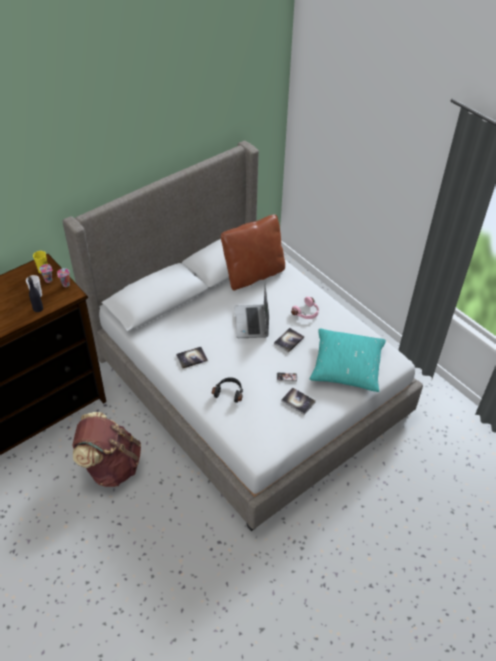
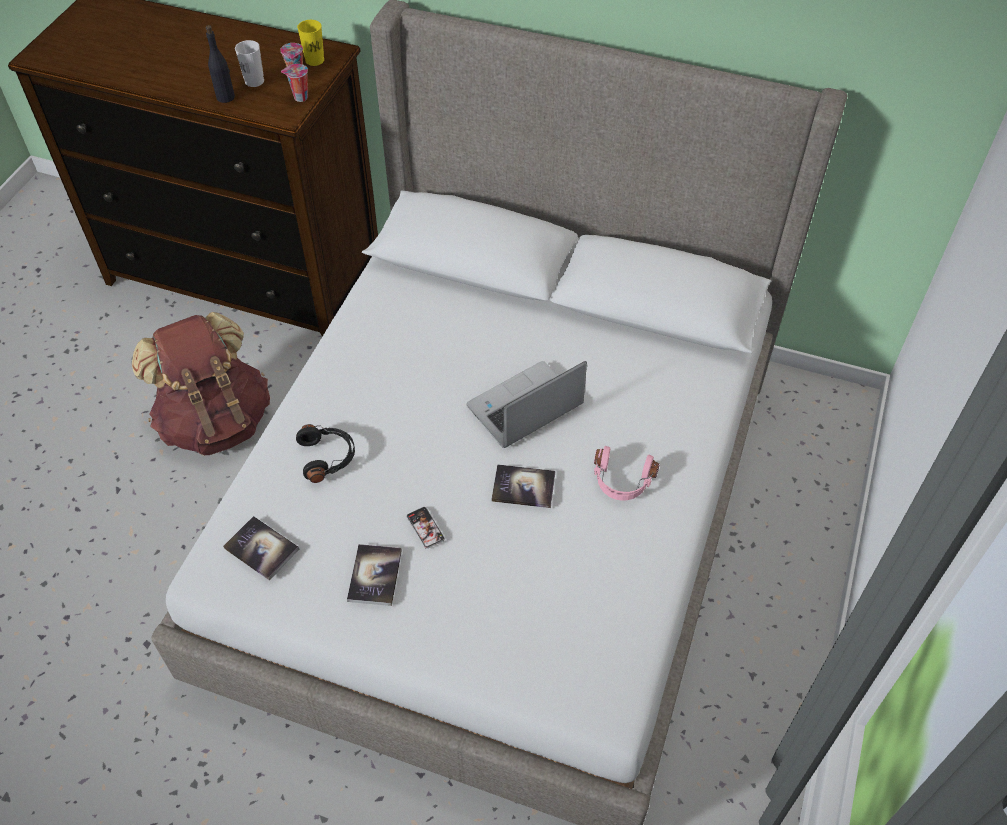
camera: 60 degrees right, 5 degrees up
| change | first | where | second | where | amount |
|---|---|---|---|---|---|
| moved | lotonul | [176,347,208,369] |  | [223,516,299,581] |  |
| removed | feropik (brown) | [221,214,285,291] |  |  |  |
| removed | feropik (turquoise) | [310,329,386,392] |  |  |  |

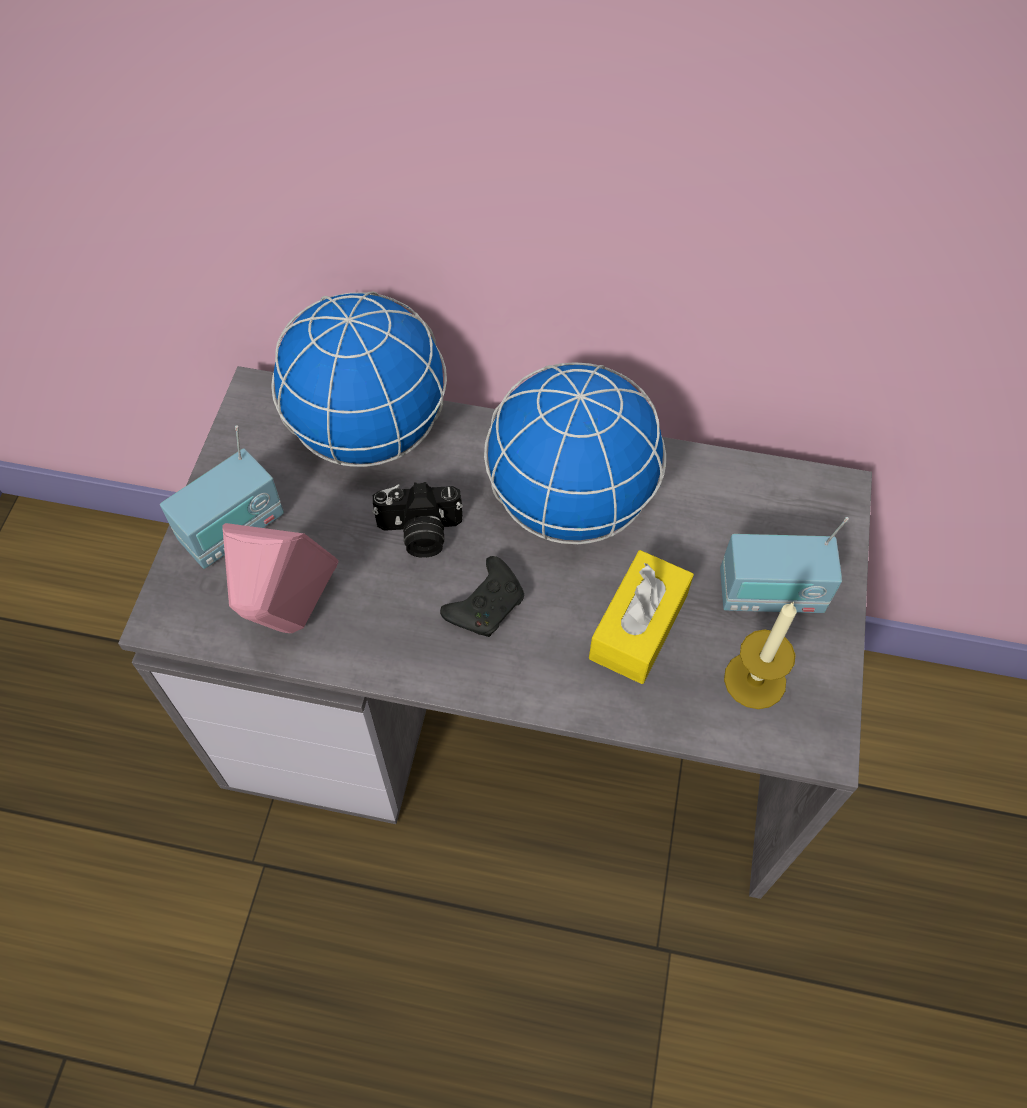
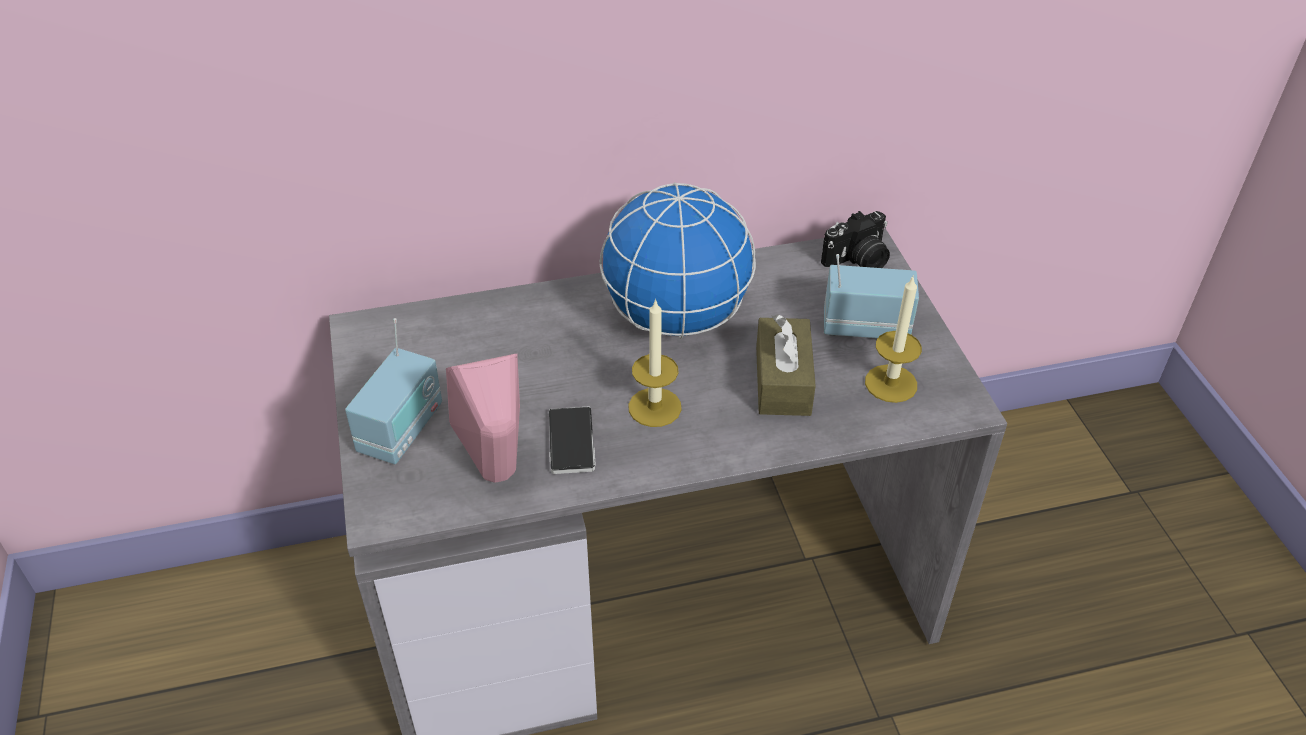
camera: 25 degrees left, 15 degrees down
| change | first | where | second | where | amount |
|---|---|---|---|---|---|
| added |  |  | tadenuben | [549,407,596,474] |  |
| replaced | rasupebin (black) | [440,556,524,637] | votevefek | [628,299,682,427] |  |
| recoloured | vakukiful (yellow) | [589,550,694,684] | vakukiful (brown) | [756,314,816,416] |  |
| moved | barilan | [372,482,463,558] |  | [821,211,890,268] |  |
| turned | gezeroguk | [720,517,849,613] |  | [824,254,919,338] | 150 degrees counterclockwise |
| removed | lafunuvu | [271,291,447,467] |  |  |  |

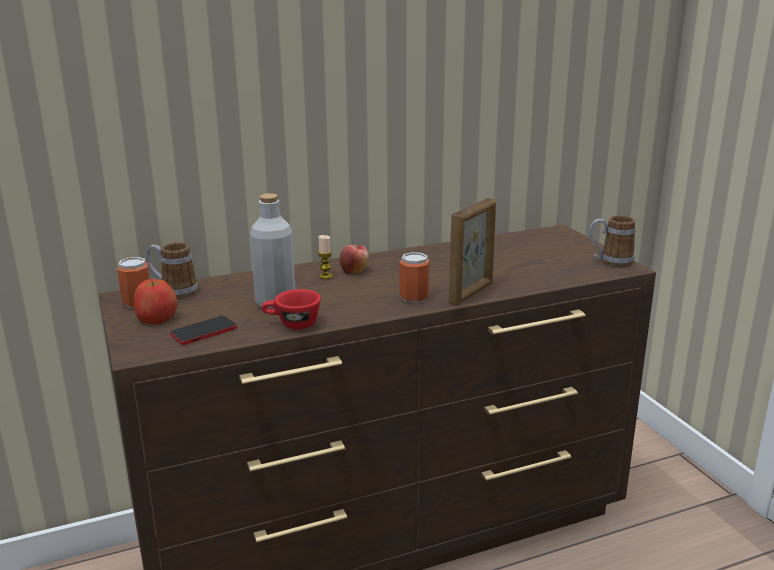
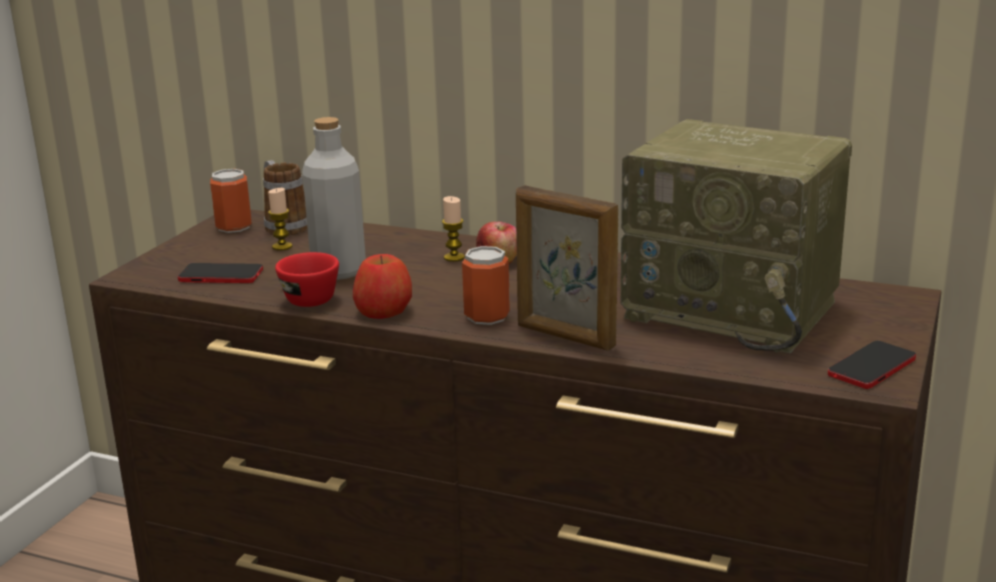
camera: 45 degrees right, 0 degrees up
| change | first | where | second | where | amount |
|---|---|---|---|---|---|
| added |  |  | votevefek | [268,188,292,251] |  |
| moved | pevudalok | [134,279,178,324] |  | [353,254,412,319] |  |
| turned | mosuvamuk | [449,198,496,305] |  | [516,185,618,351] | 45 degrees clockwise |
| added |  |  | gezeroguk | [621,119,852,353] |  |
| replaced | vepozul | [589,215,636,267] | tadenuben | [828,341,916,389] |  |

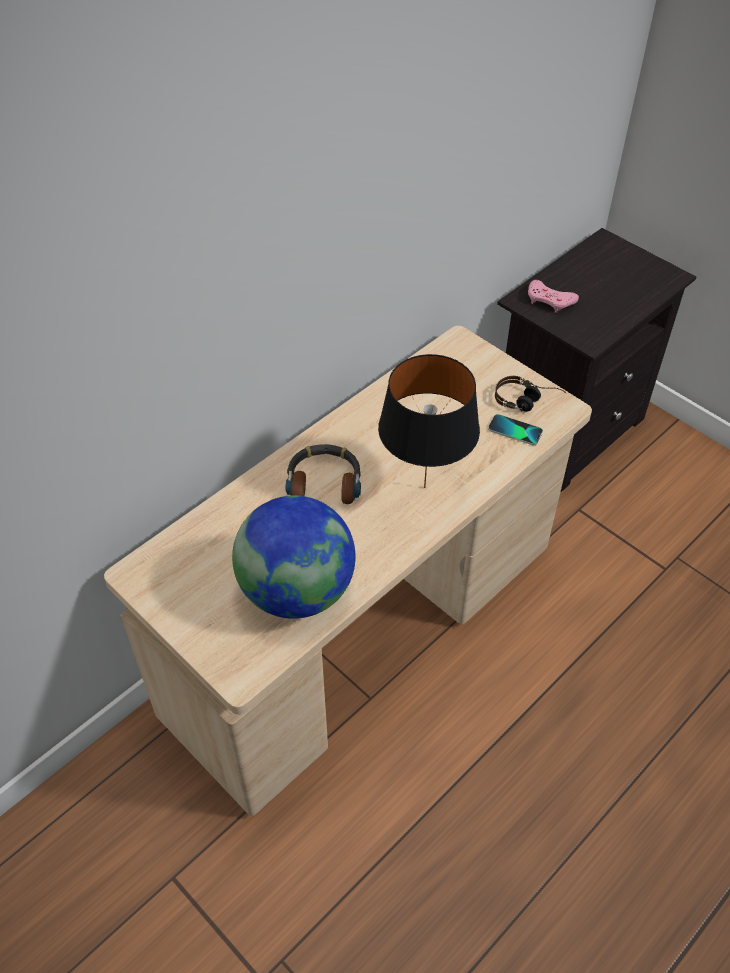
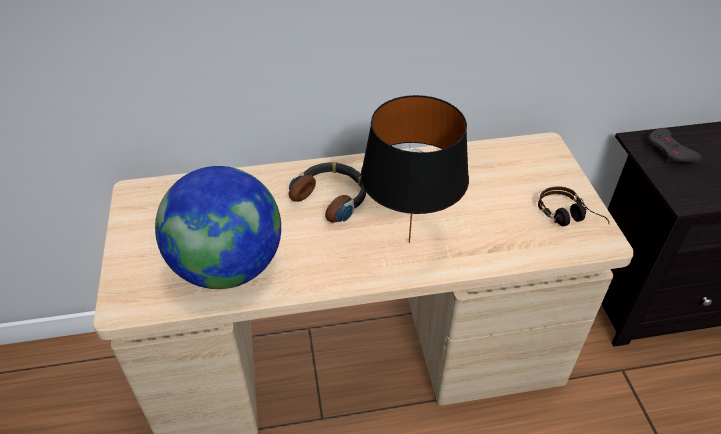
camera: 35 degrees right, 5 degrees down
| change | first | where | second | where | amount |
|---|---|---|---|---|---|
| recoloured | rasupebin (pink) | [528,280,579,313] | rasupebin (grey) | [648,128,701,163] |  |
| removed | tadenuben | [488,414,543,445] |  |  |  |

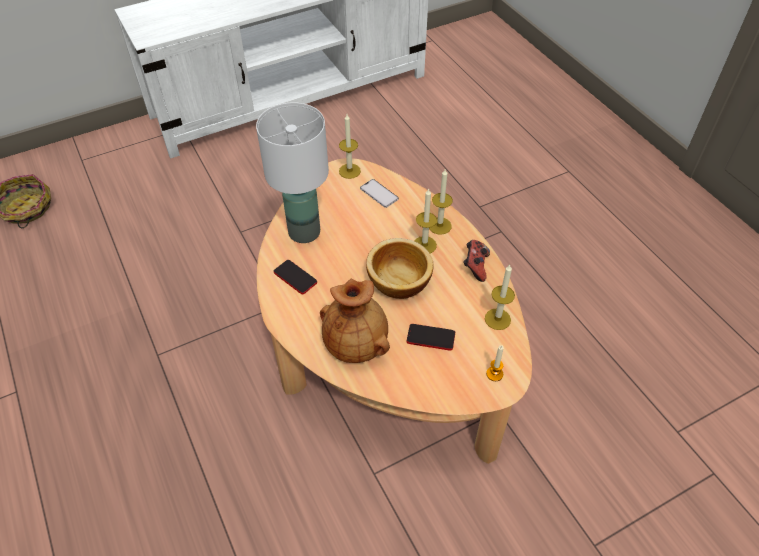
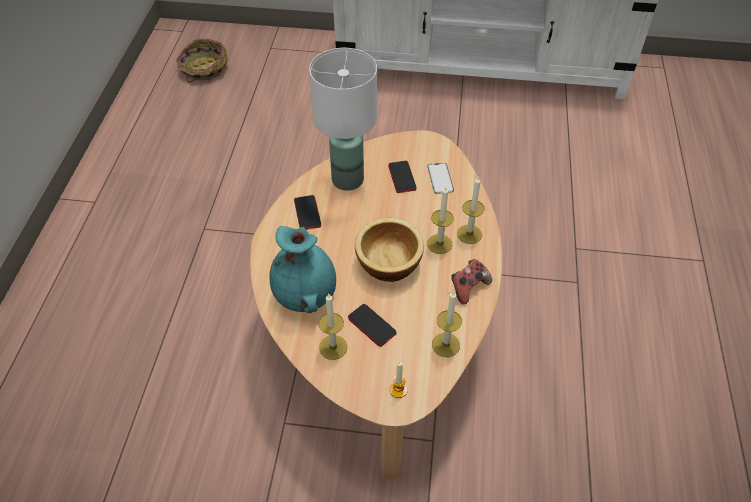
camera: 35 degrees right, 0 degrees up
| change | first | where | second | where | amount |
|---|---|---|---|---|---|
| recoloured | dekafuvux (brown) | [320,279,390,363] | dekafuvux (turquoise) | [269,226,336,313] |  |
| moved | votevefek | [339,114,361,179] |  | [318,293,347,360] |  |
| added |  |  | tadenuben | [388,161,416,193] |  |

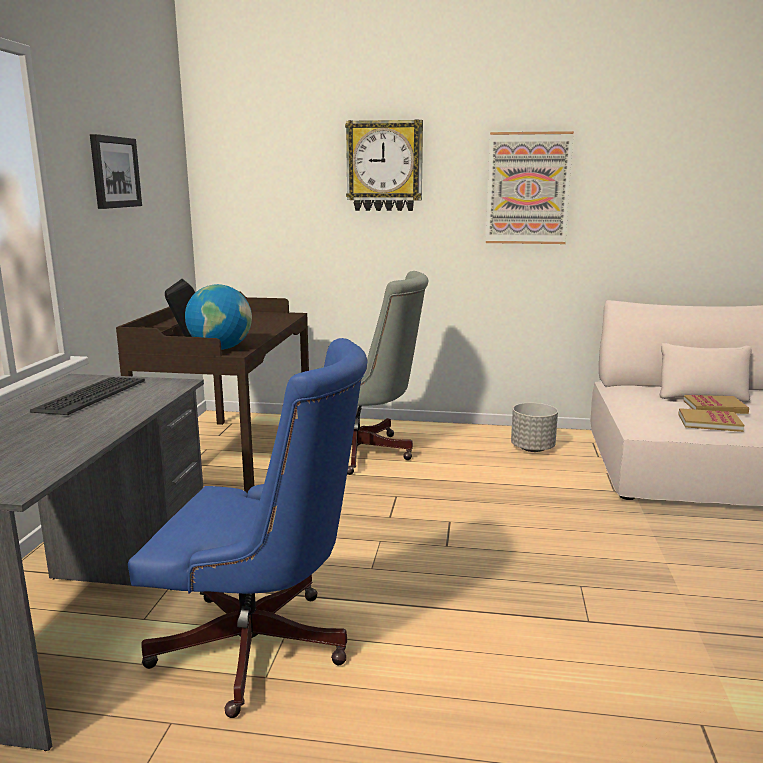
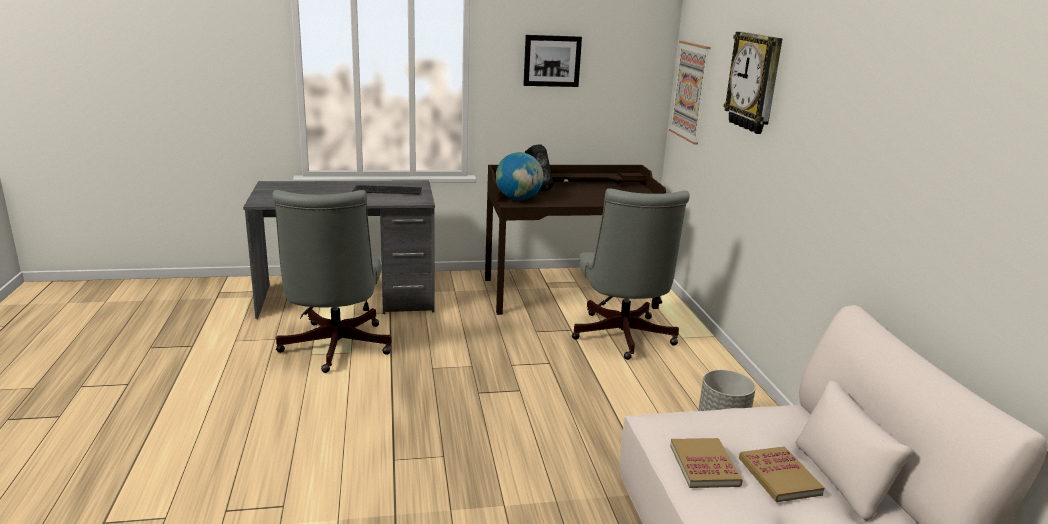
camera: 70 degrees right, 5 degrees up
| change | first | where | second | where | amount |
|---|---|---|---|---|---|
| recoloured | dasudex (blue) | [128,338,367,718] | dasudex (grey) | [272,190,392,373] |  |
| moved | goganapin | [485,131,574,244] |  | [669,41,711,144] |  |

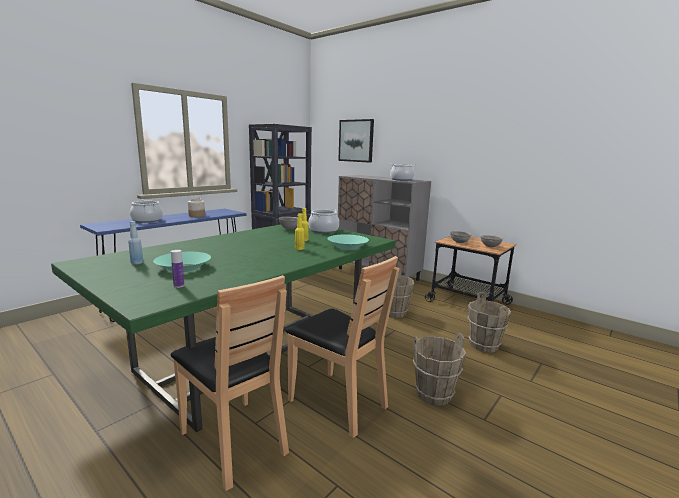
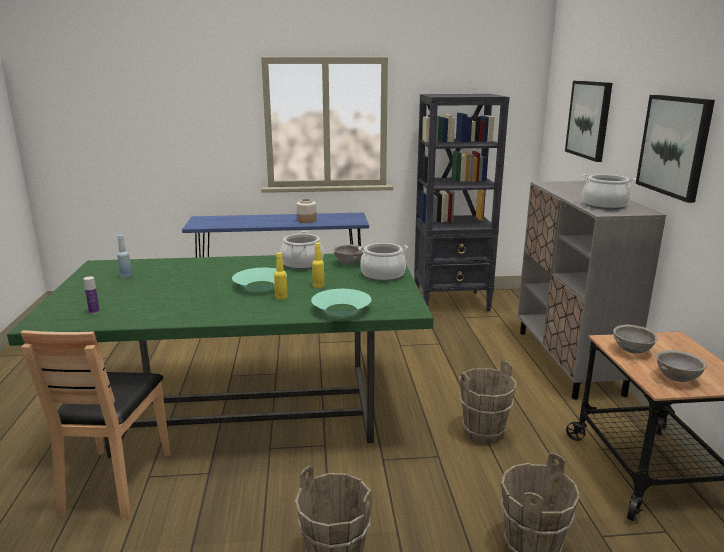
camera: 45 degrees right, 5 degrees up
| change | first | where | second | where | amount |
|---|---|---|---|---|---|
| moved | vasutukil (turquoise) | [153,252,211,272] |  | [232,268,287,291] |  |
| moved | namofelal | [130,200,163,223] |  | [280,231,324,270] |  |
| added |  |  | goganapin | [636,95,715,203] |  |
| removed | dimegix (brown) | [285,256,399,438] |  |  |  |

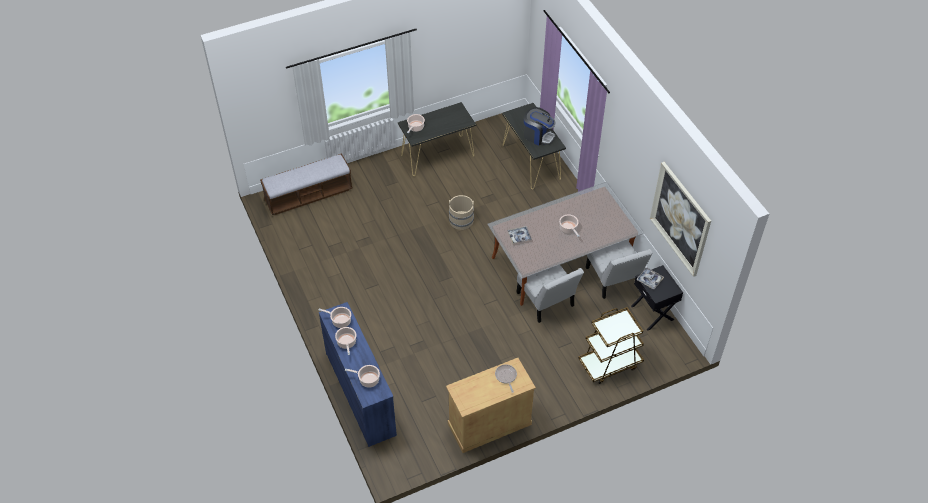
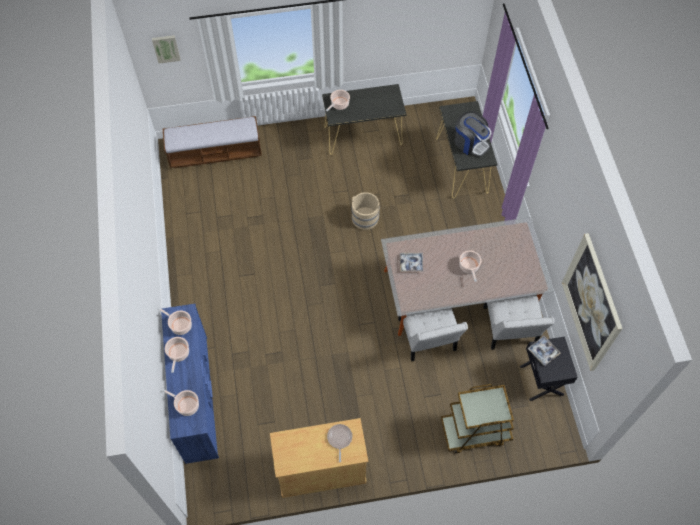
camera: 15 degrees right, 10 degrees up
| change | first | where | second | where | amount |
|---|---|---|---|---|---|
| added |  |  | goganapin | [152,35,181,64] |  |

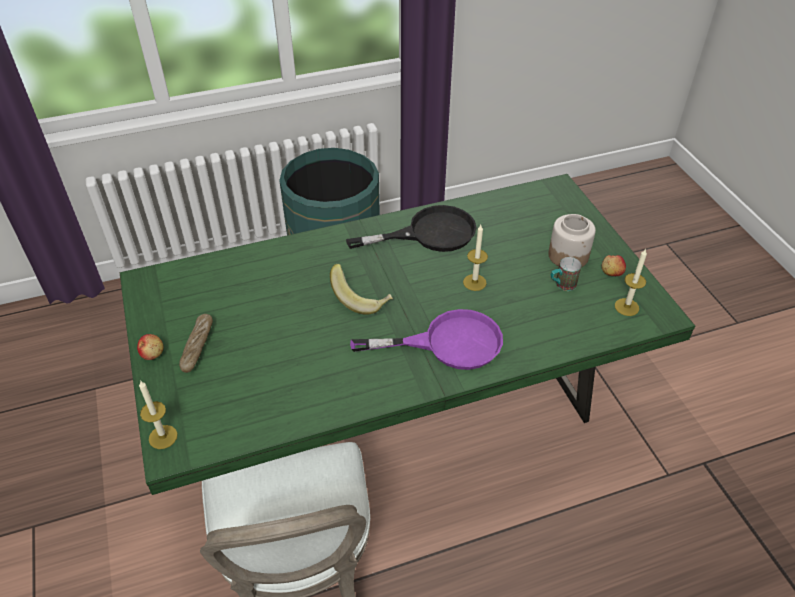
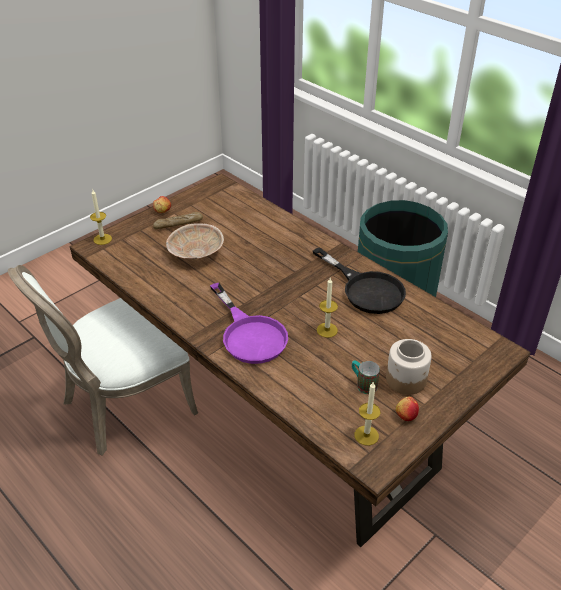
camera: 65 degrees right, 5 degrees down
| change | first | where | second | where | amount |
|---|---|---|---|---|---|
| recoloured | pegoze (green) | [119,174,695,495] | pegoze (brown) | [69,173,531,547] |  |
| added |  |  | vasutukil (beige) | [166,223,224,259] |  |
| removed | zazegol | [330,264,393,315] |  |  |  |

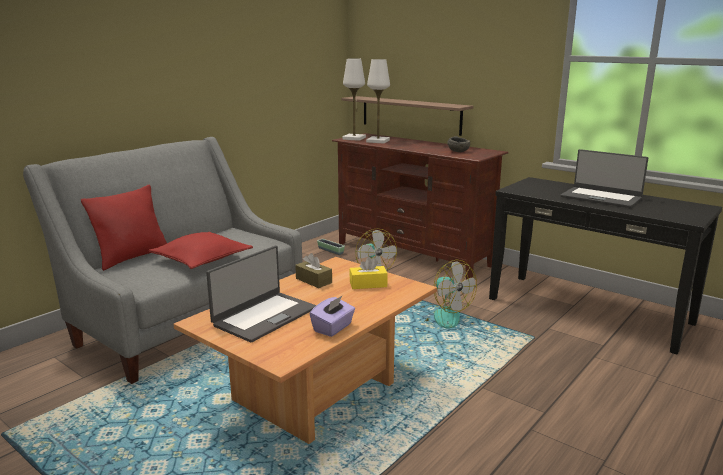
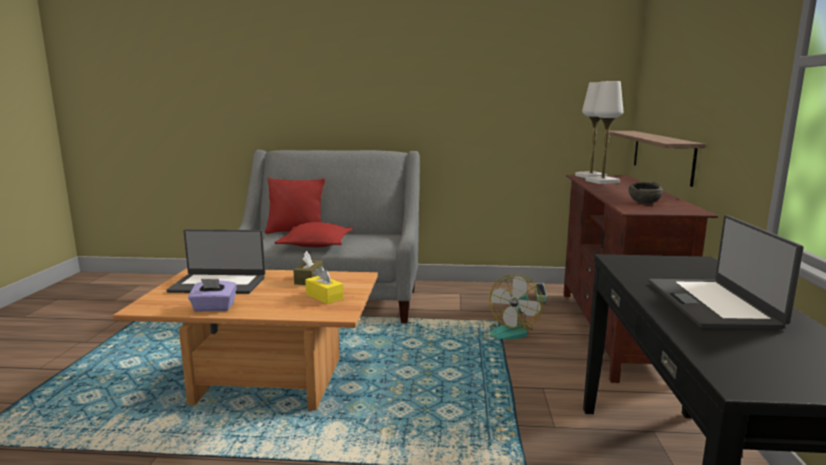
camera: 55 degrees right, 5 degrees down
| change | first | where | second | where | amount |
|---|---|---|---|---|---|
| removed | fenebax | [423,260,477,328] |  |  |  |

